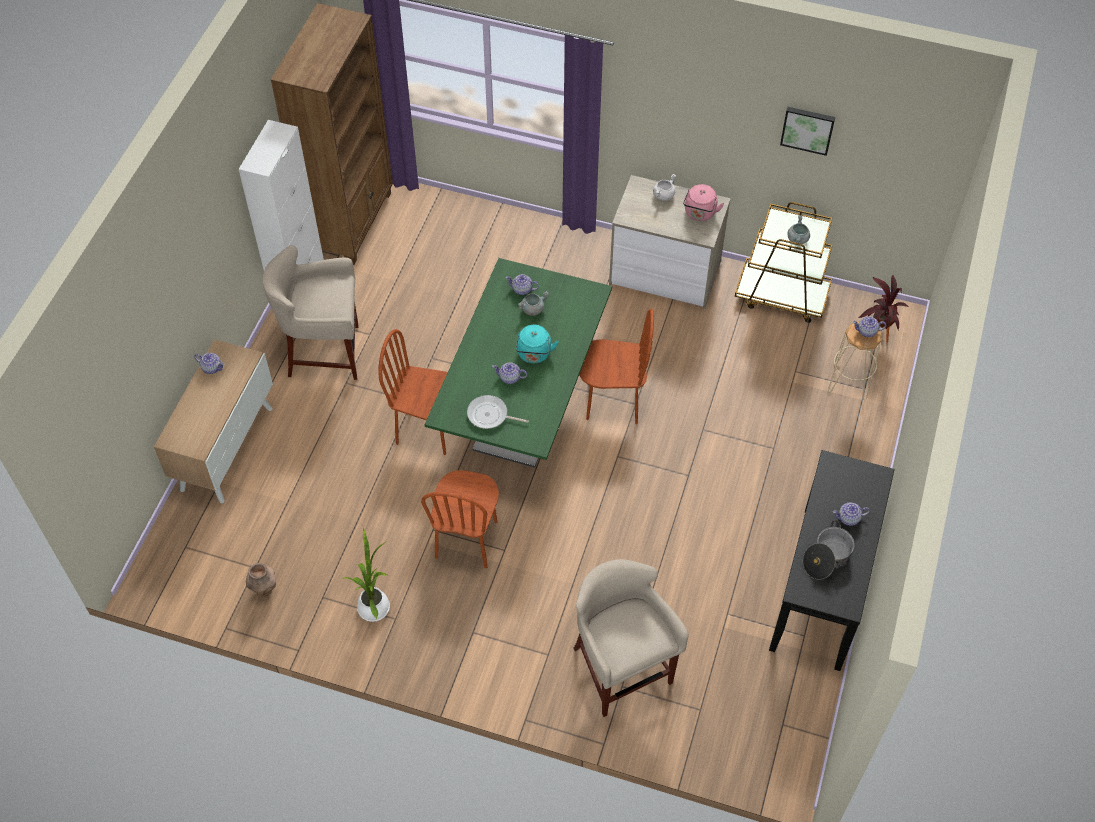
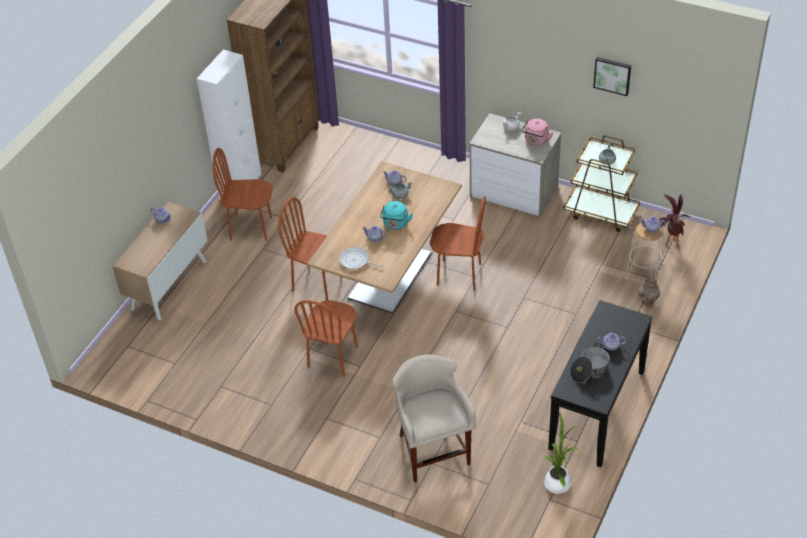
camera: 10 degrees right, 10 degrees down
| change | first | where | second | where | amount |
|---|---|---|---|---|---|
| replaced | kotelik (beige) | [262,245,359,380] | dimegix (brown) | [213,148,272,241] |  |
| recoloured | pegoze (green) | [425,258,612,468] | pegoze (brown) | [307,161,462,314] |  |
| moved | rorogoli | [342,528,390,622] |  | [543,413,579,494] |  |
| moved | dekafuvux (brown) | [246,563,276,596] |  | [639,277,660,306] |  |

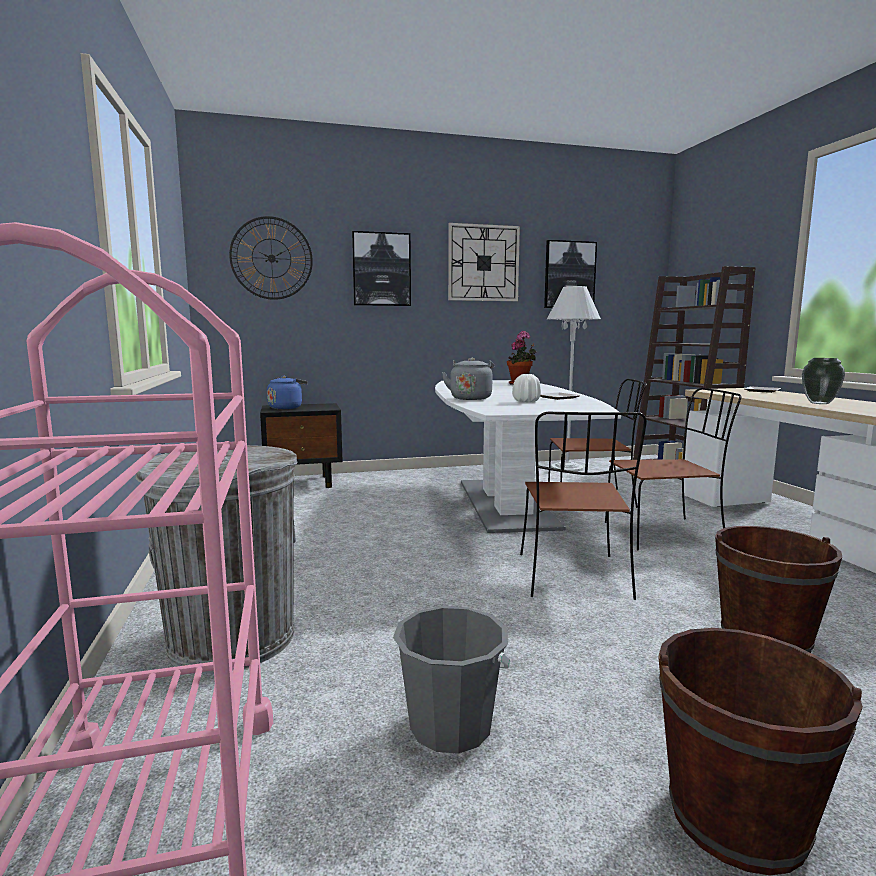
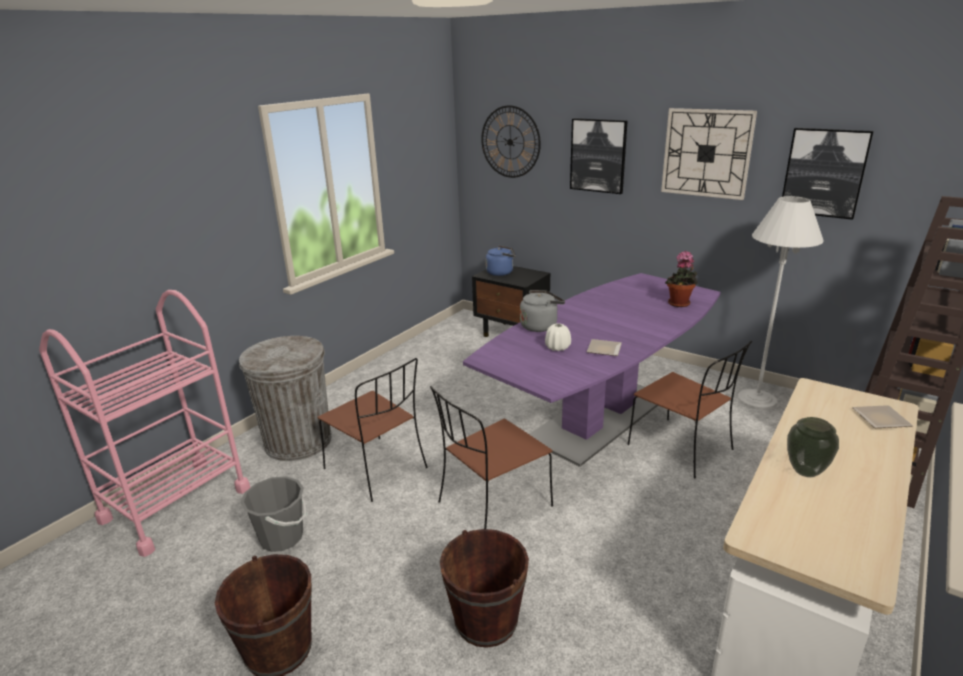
camera: 50 degrees right, 15 degrees up
| change | first | where | second | where | amount |
|---|---|---|---|---|---|
| moved | dimegix (brown) | [605,388,742,550] |  | [317,358,428,502] |  |
| recoloured | pegoze (white) | [435,380,621,533] | pegoze (purple) | [463,273,721,467] |  |

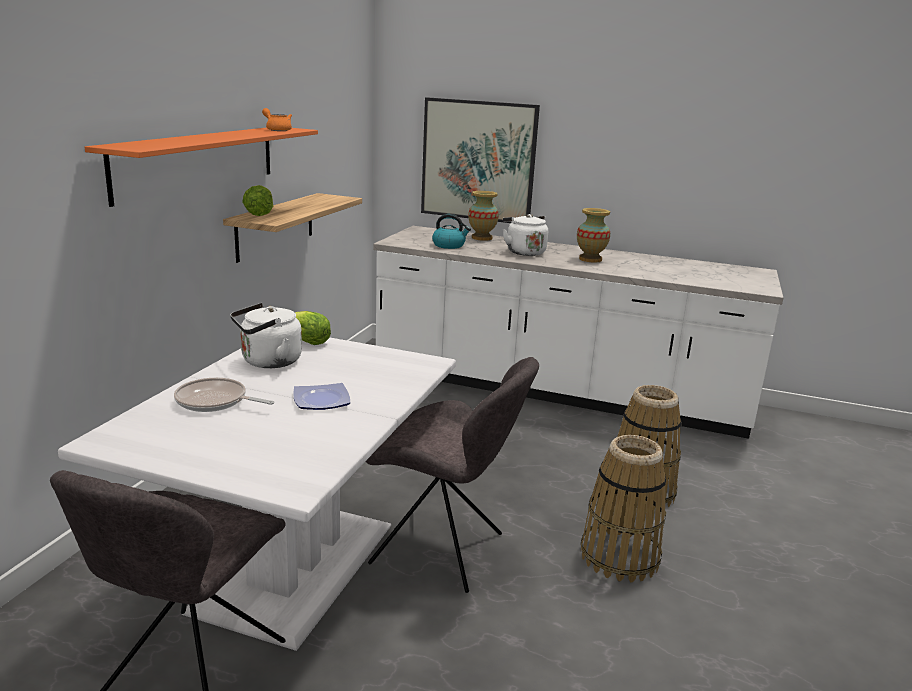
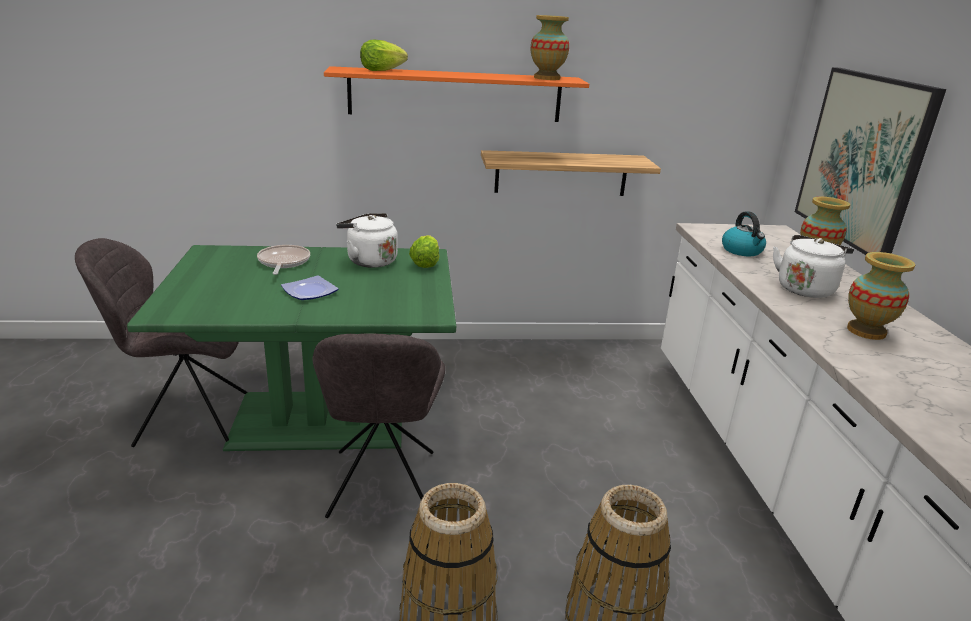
camera: 65 degrees right, 5 degrees up
| change | first | where | second | where | amount |
|---|---|---|---|---|---|
| recoloured | pegoze (white) | [58,337,456,651] | pegoze (green) | [127,245,456,451] |  |
| moved | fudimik | [242,185,273,216] |  | [360,40,408,71] |  |
| replaced | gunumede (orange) | [262,108,292,131] | dekafuvux | [531,15,569,80] |  |

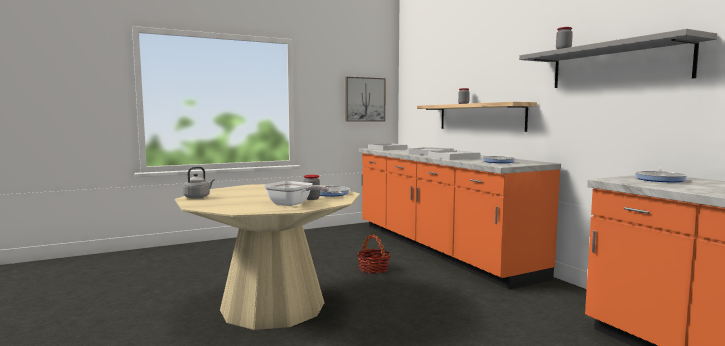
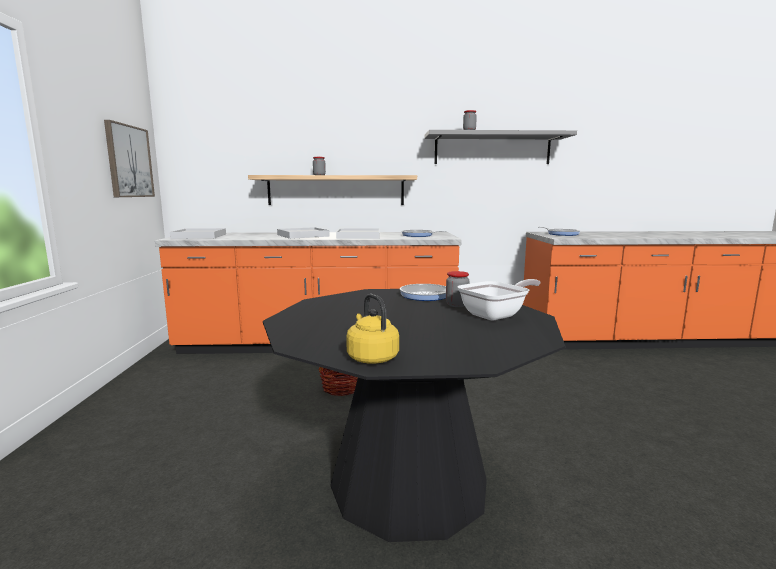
camera: 65 degrees left, 5 degrees up
| change | first | where | second | where | amount |
|---|---|---|---|---|---|
| recoloured | pegoze (beige) | [175,184,360,330] | pegoze (black) | [263,289,565,542] |  |
| recoloured | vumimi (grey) | [183,167,215,199] | vumimi (yellow) | [346,294,399,364] |  |

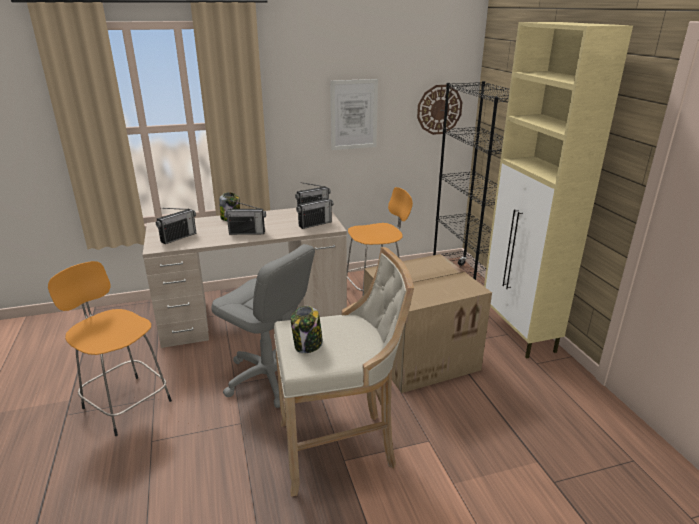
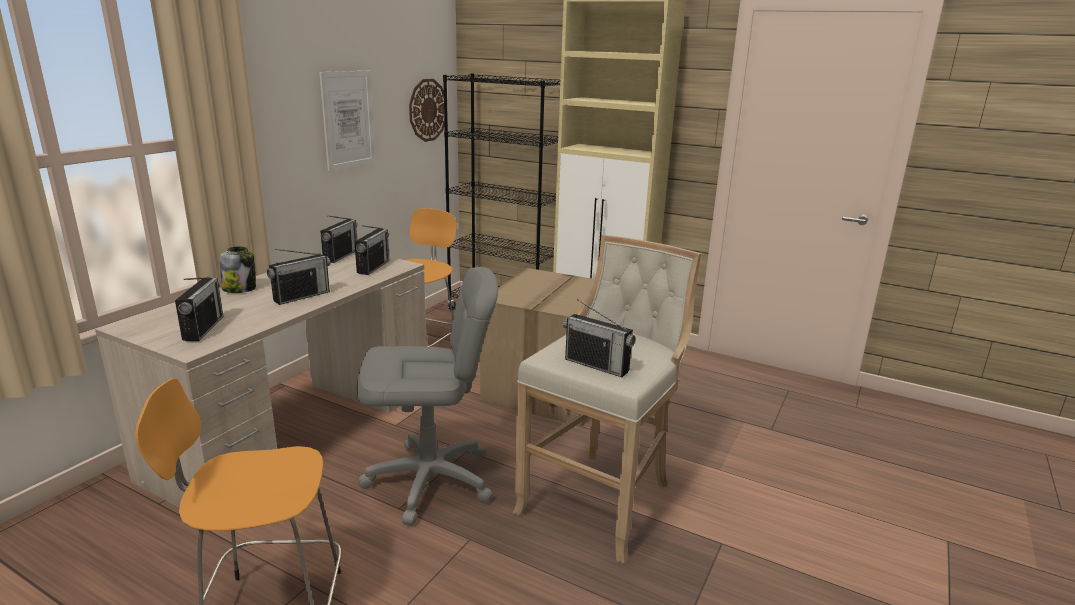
camera: 45 degrees left, 5 degrees down
| change | first | where | second | where | amount |
|---|---|---|---|---|---|
| replaced | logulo | [291,306,323,353] | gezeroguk | [563,299,636,377] |  |

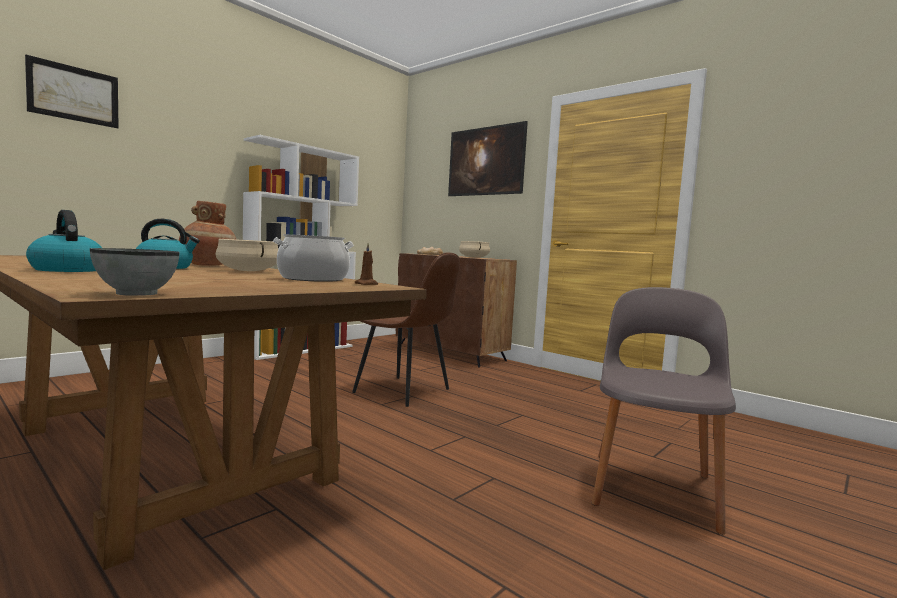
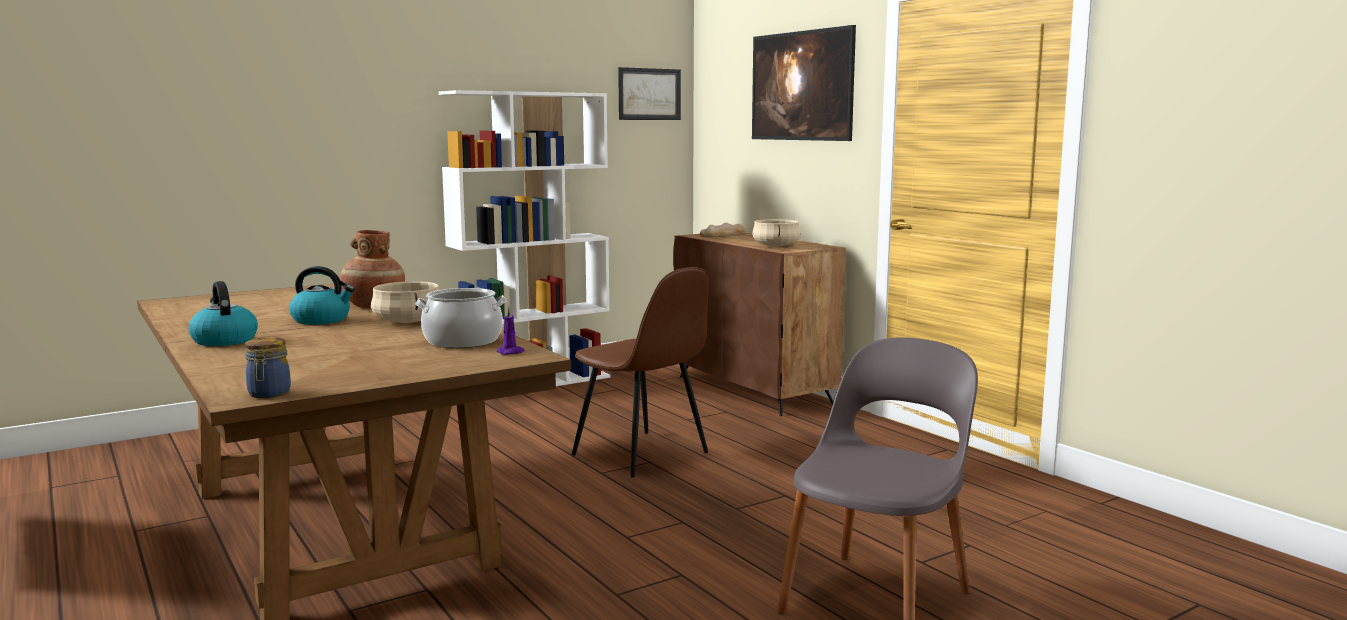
camera: 15 degrees right, 5 degrees up
| change | first | where | second | where | amount |
|---|---|---|---|---|---|
| replaced | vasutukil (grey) | [90,248,180,296] | logulo | [245,337,291,398] |  |
| recoloured | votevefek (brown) | [355,243,378,285] | votevefek (purple) | [496,306,525,355] |  |
| moved | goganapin | [25,54,119,128] |  | [618,67,681,120] |  |

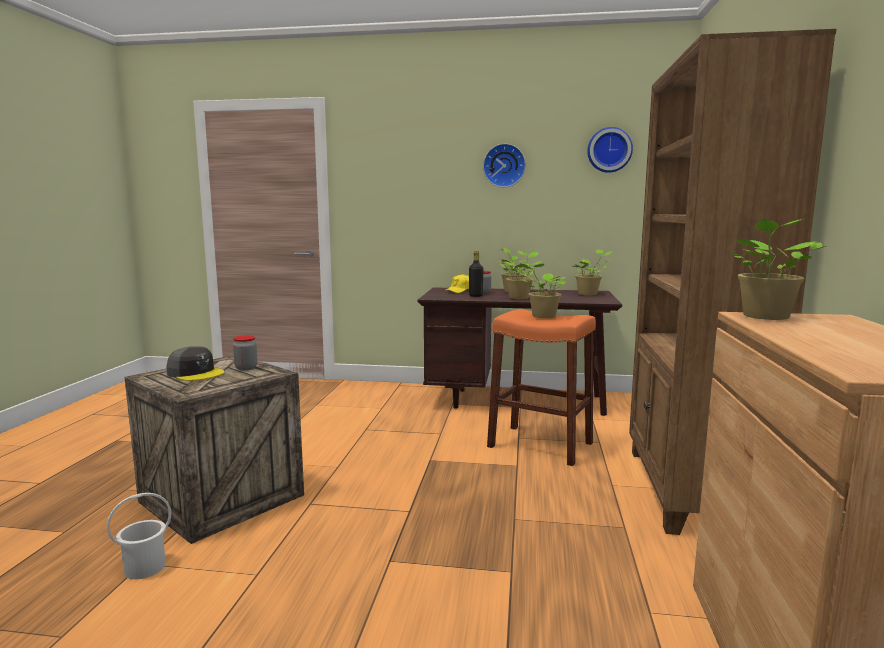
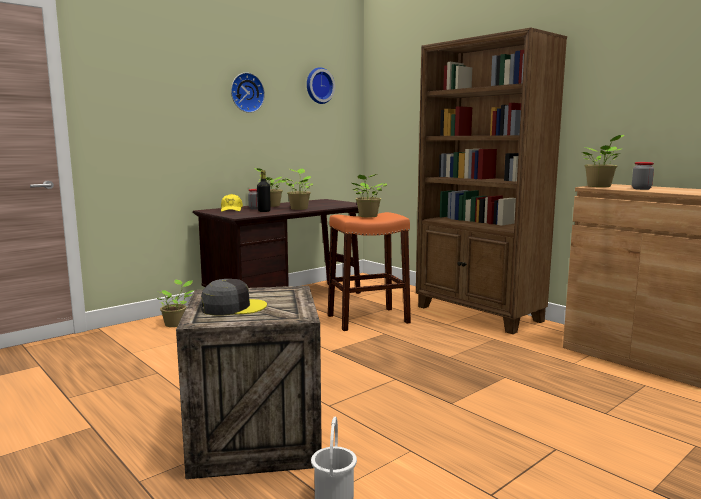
camera: 50 degrees left, 0 degrees up
| change | first | where | second | where | amount |
|---|---|---|---|---|---|
| moved | rorogoli | [573,249,612,295] |  | [157,279,194,327] |  |
| moved | logulo | [233,335,258,371] |  | [632,162,654,190] |  |

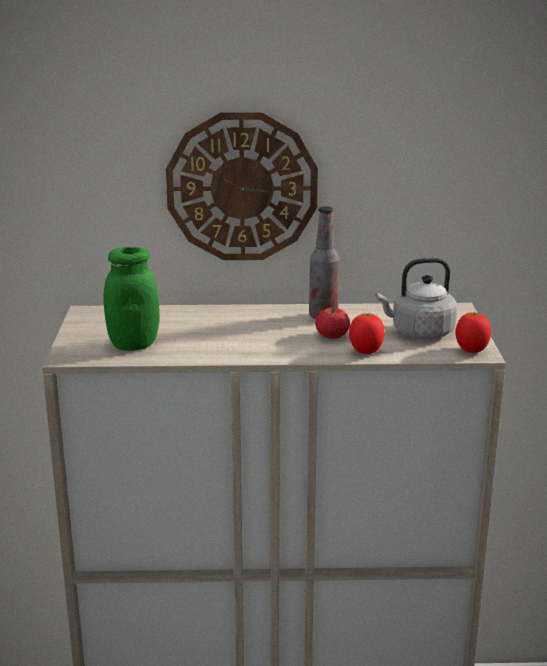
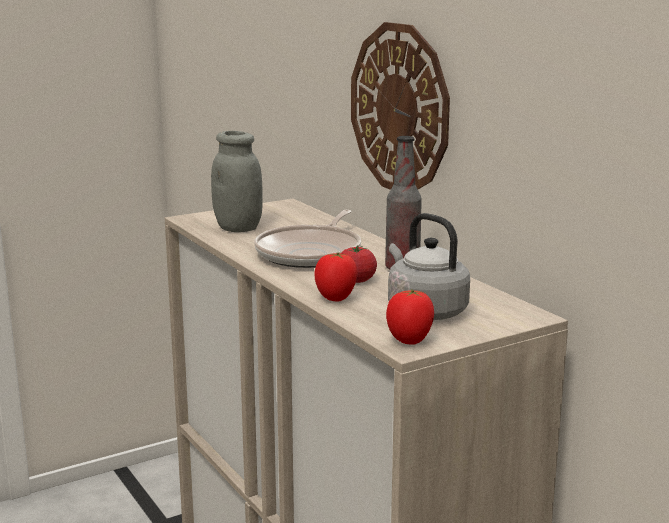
camera: 60 degrees right, 5 degrees down
| change | first | where | second | where | amount |
|---|---|---|---|---|---|
| recoloured | logulo (green) | [103,247,160,351] | logulo (grey) | [211,131,263,232] |  |
| added |  |  | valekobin | [254,210,361,268] |  |

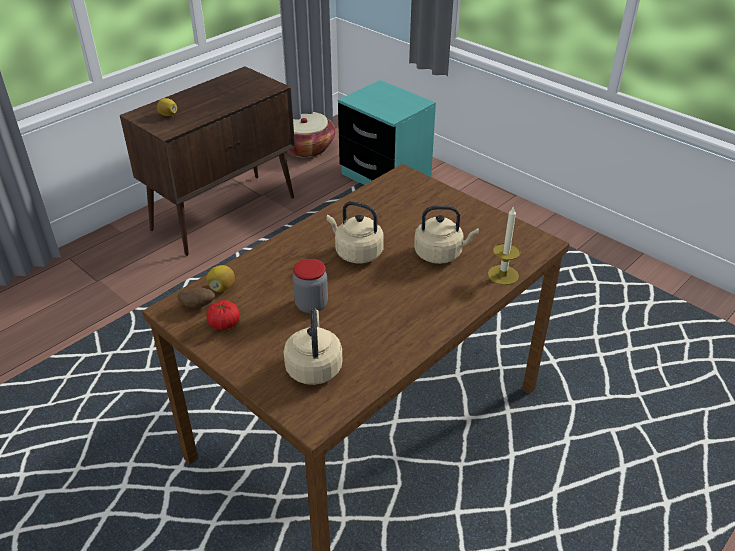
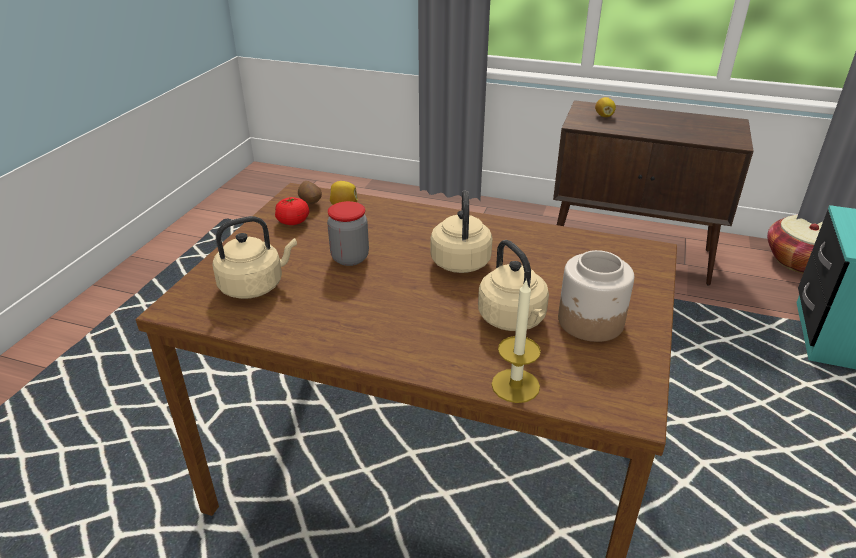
camera: 65 degrees right, 5 degrees down
| change | first | where | second | where | amount |
|---|---|---|---|---|---|
| added |  |  | logulo | [558,250,634,342] |  |

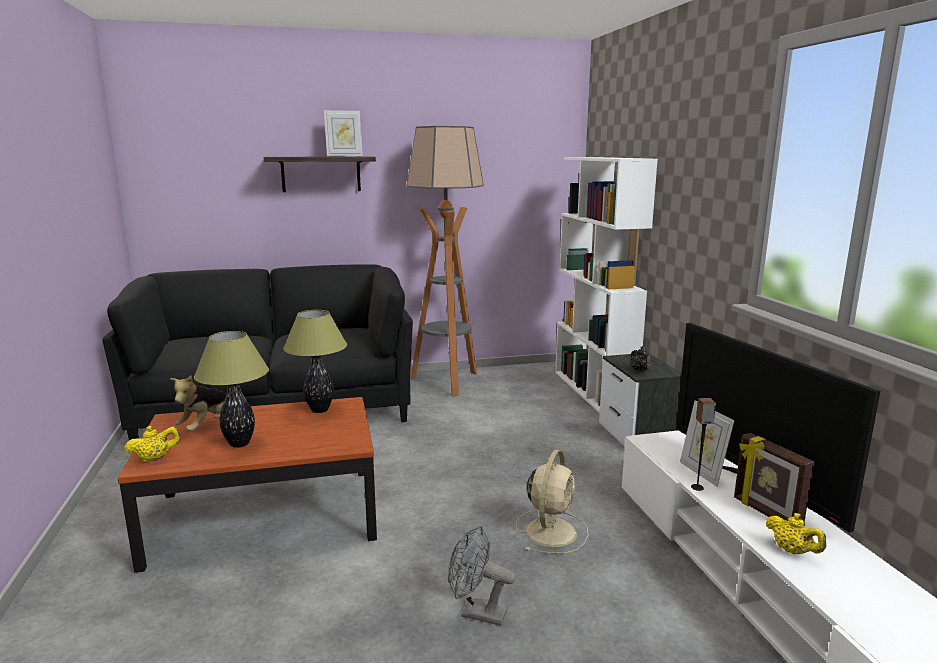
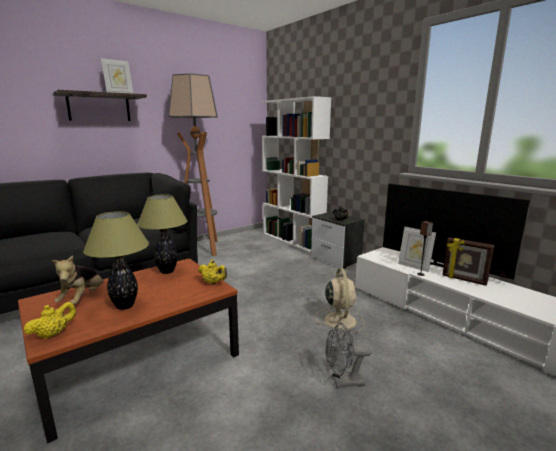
camera: 25 degrees left, 0 degrees up
| change | first | where | second | where | amount |
|---|---|---|---|---|---|
| moved | gunumede (yellow) | [765,513,826,554] |  | [198,260,227,284] |  |

